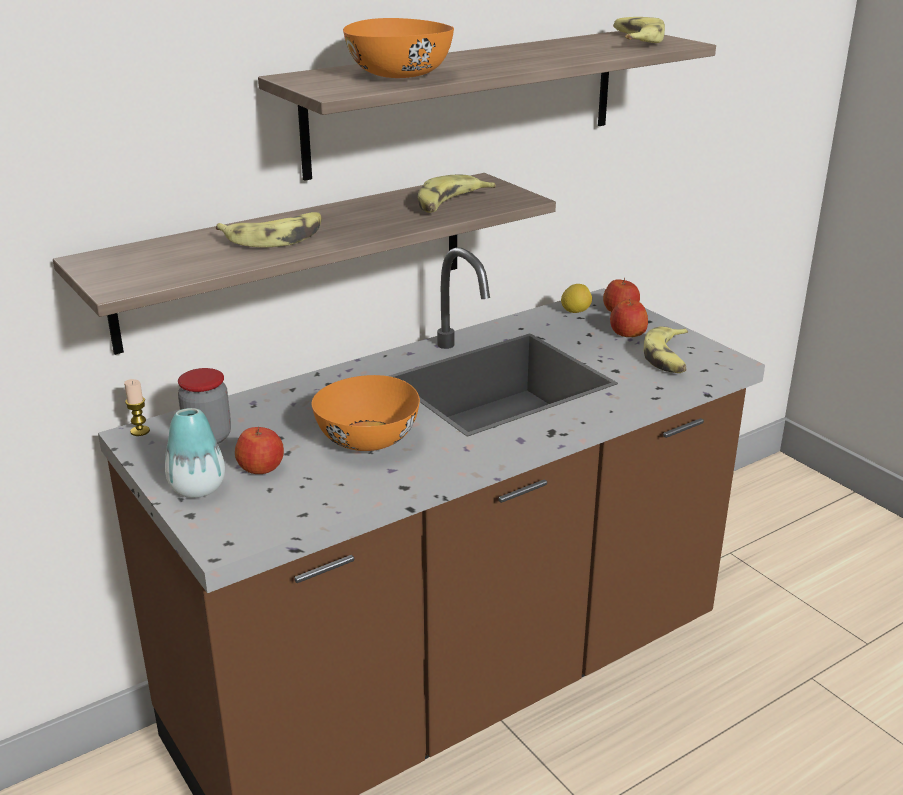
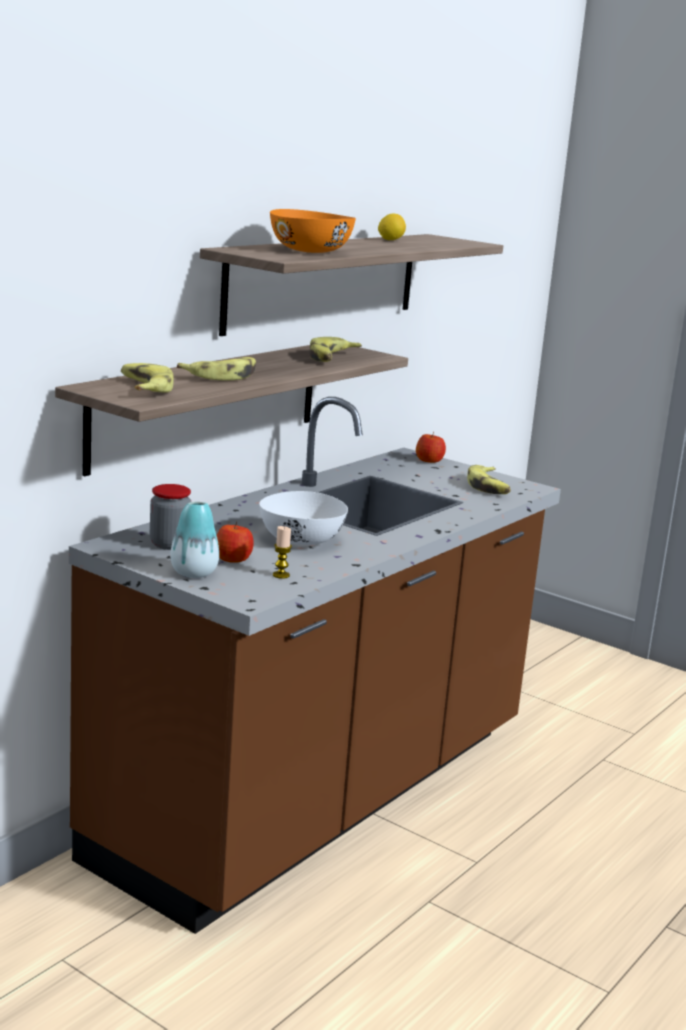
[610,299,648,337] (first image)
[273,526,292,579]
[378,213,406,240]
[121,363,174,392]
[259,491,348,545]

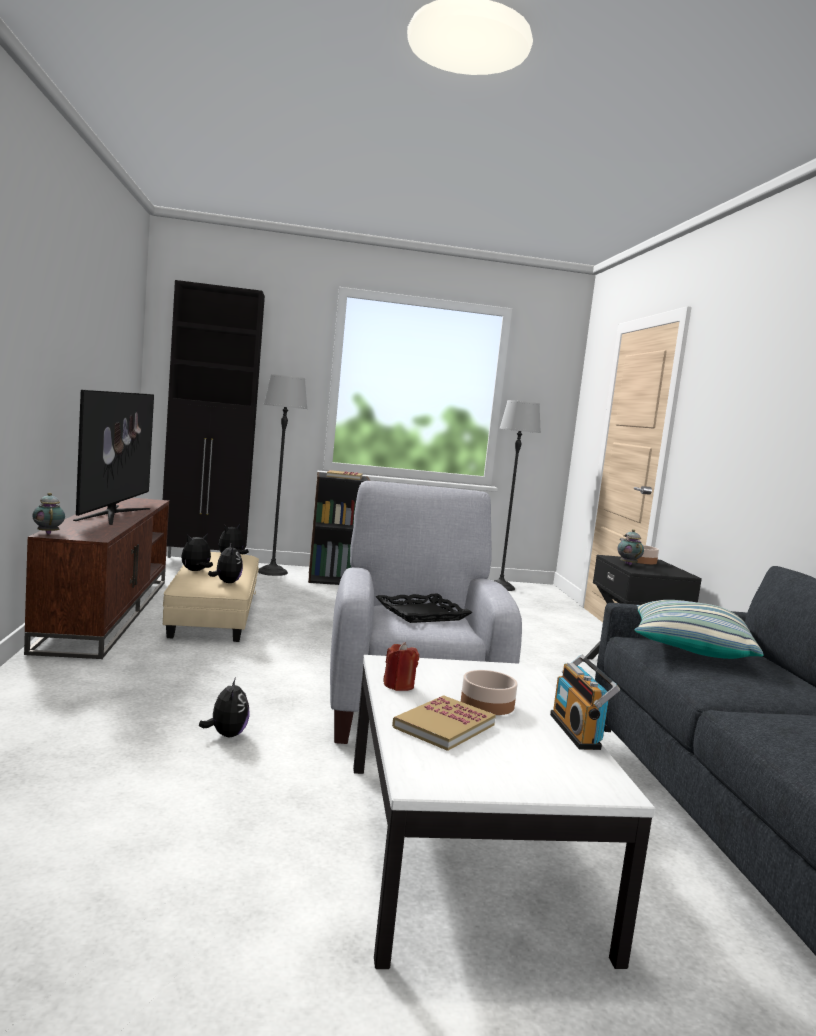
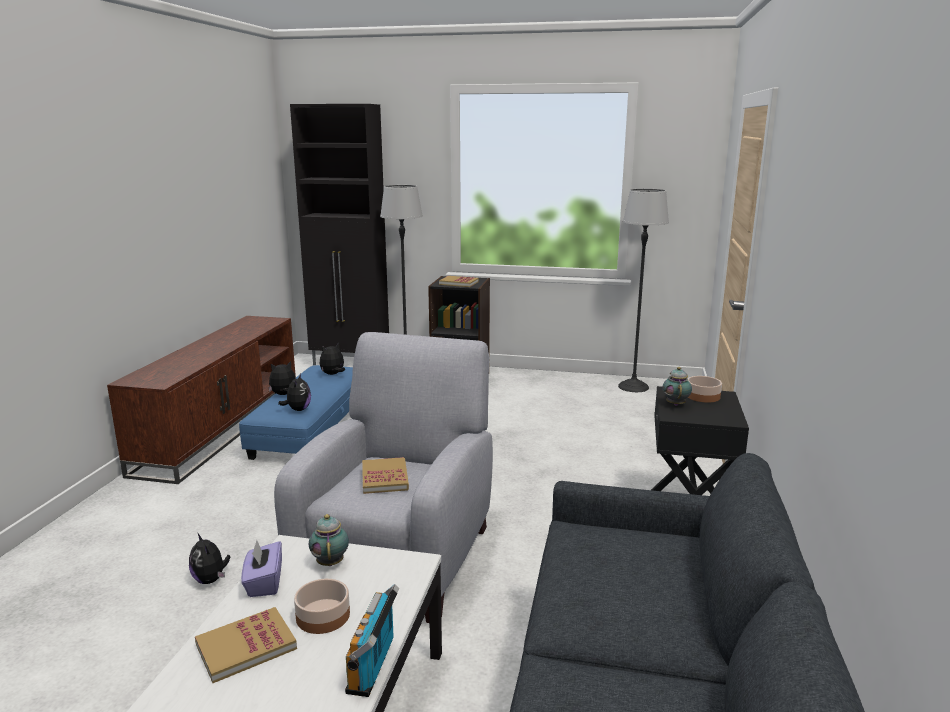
[73,390,154,525] (first image)
[635,600,764,659] (first image)
[309,514,349,566]
[362,457,409,494]
[241,540,282,597]
[239,365,353,460]
[189,533,230,584]

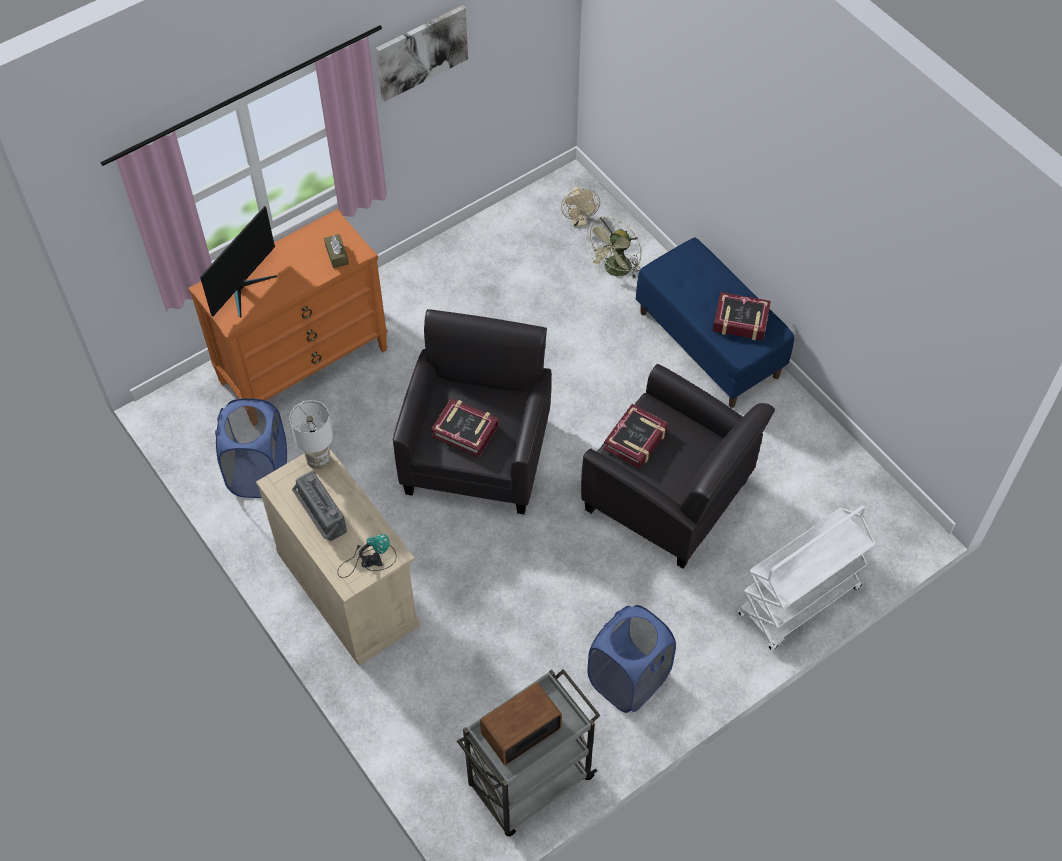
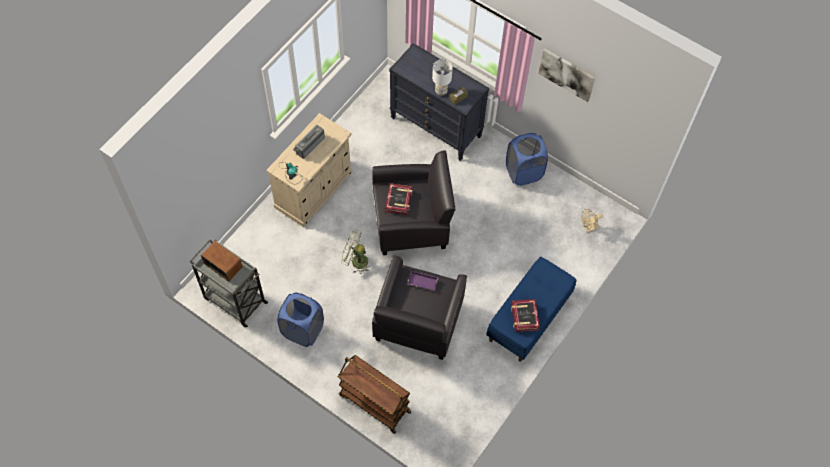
[200,206,277,317] (first image)
[506,133,548,186]
[432,59,453,96]
[341,229,371,274]
[407,271,439,290]
[389,43,489,161]
[338,355,411,434]

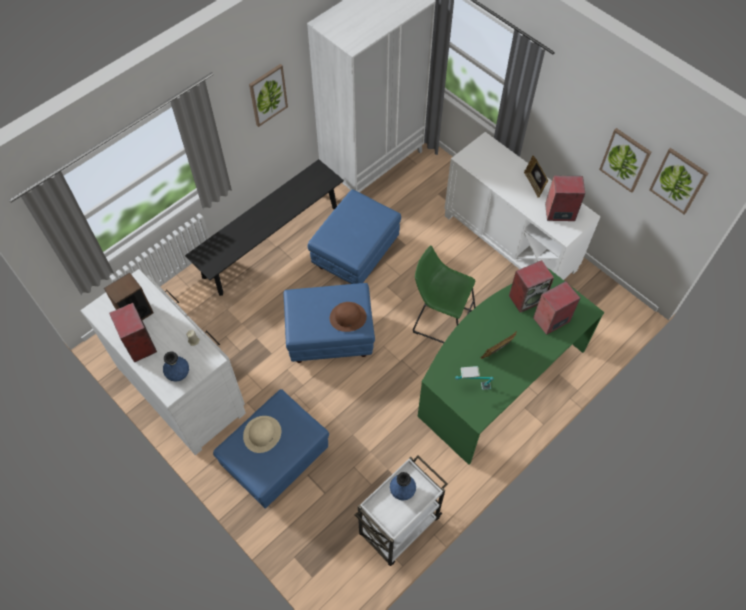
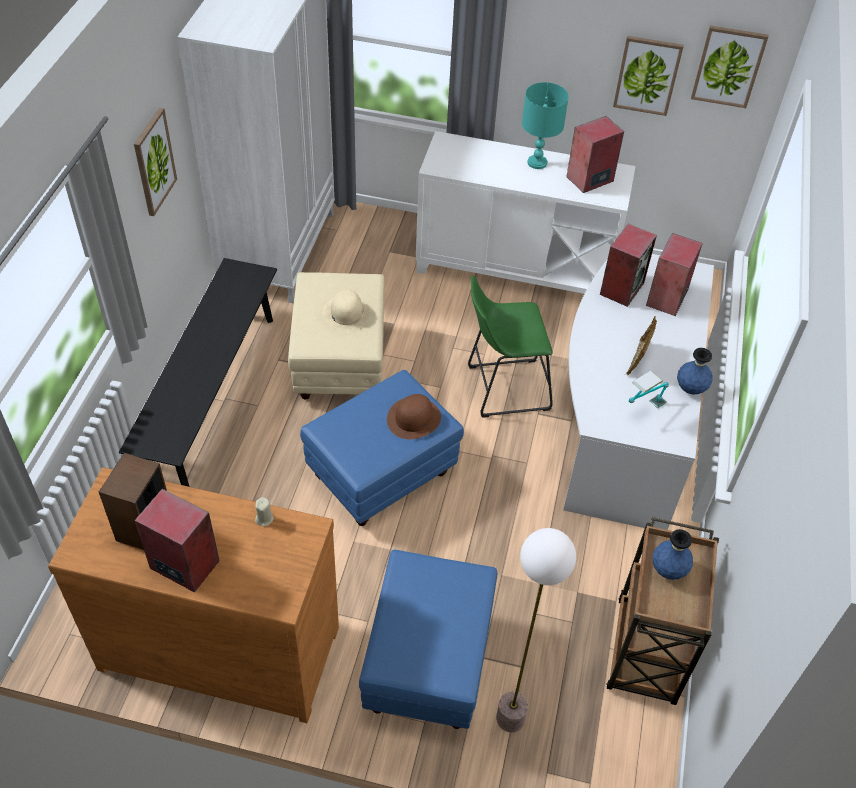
[496,528,576,732]
[677,348,713,394]
[323,289,371,333]
[522,82,569,169]
[48,467,339,723]
[288,272,385,399]
[606,517,719,705]
[563,254,714,530]

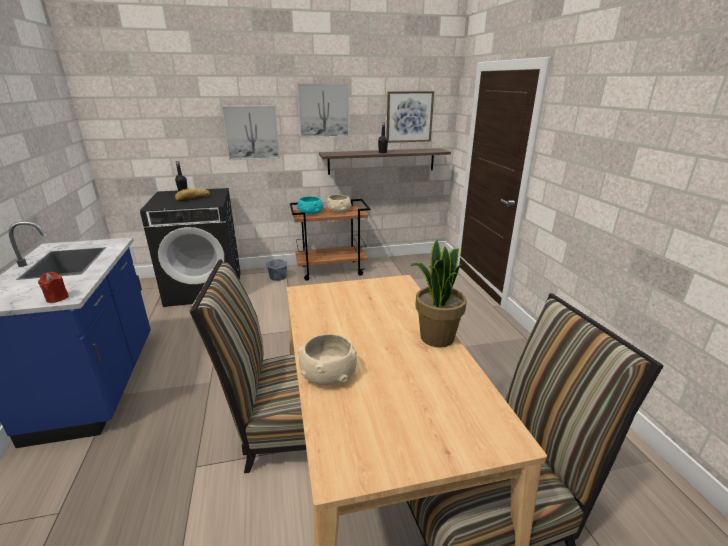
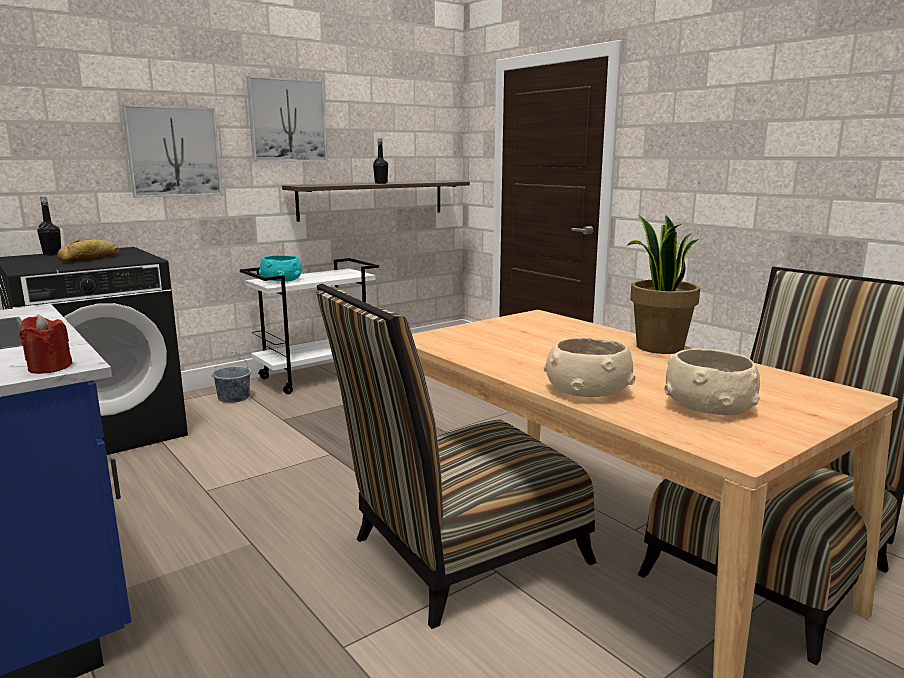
[386,91,434,143] (first image)
[664,349,760,415]
[240,258,379,394]

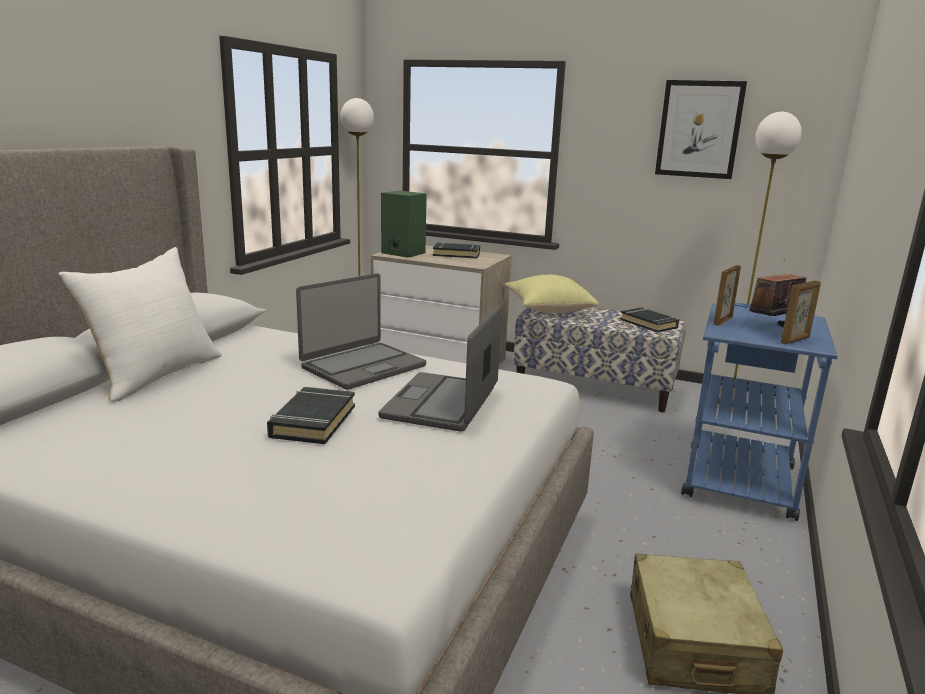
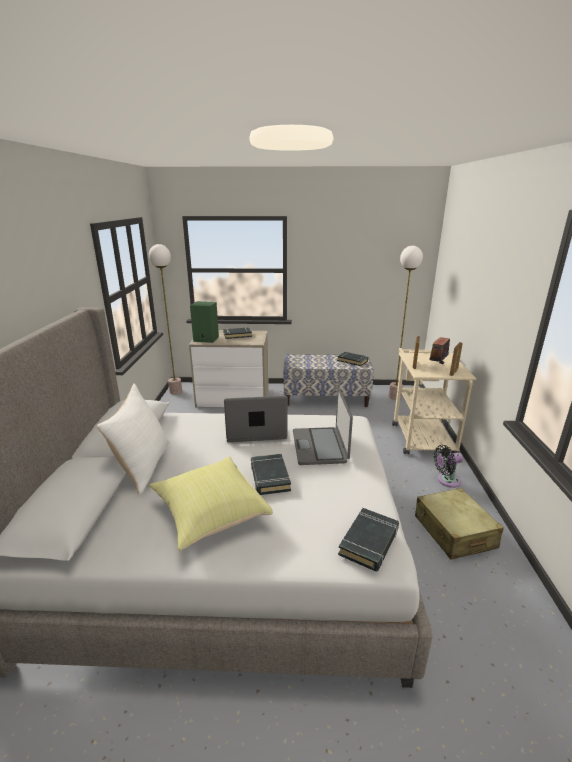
[655,80,747,179] (first image)
[338,508,399,572]
[434,445,463,488]
[149,456,273,551]
[392,348,476,454]
[224,396,288,442]

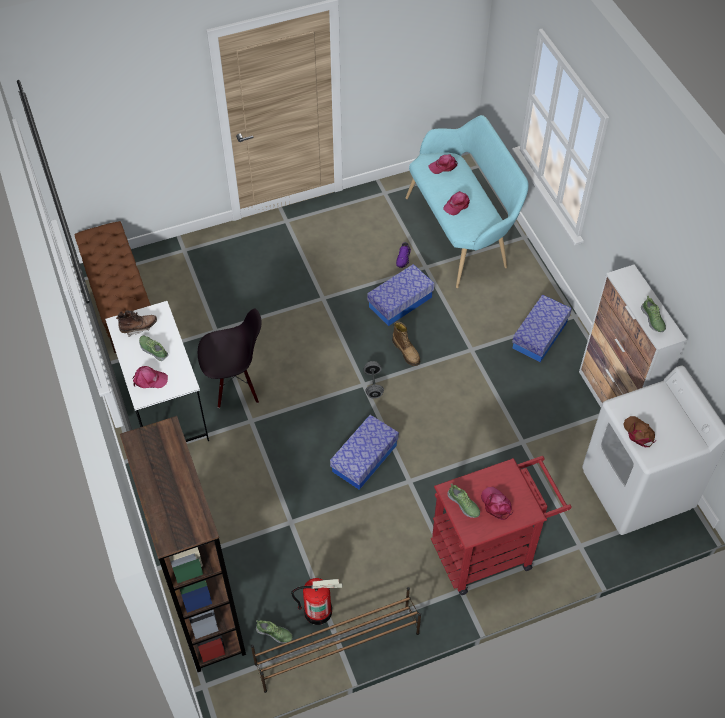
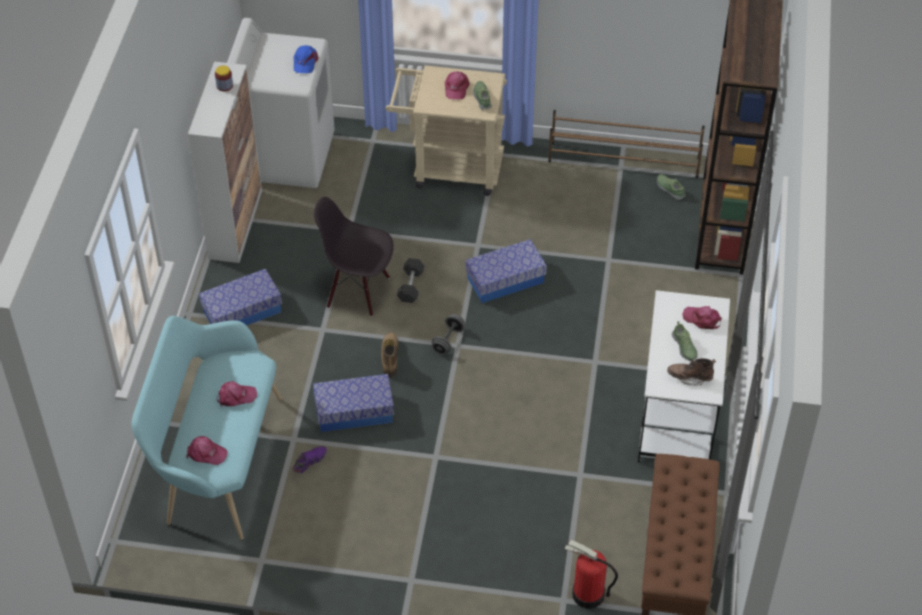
[397,258,424,303]
[314,197,394,317]
[564,540,618,609]
[215,66,233,91]
[386,66,507,196]
[294,45,319,73]

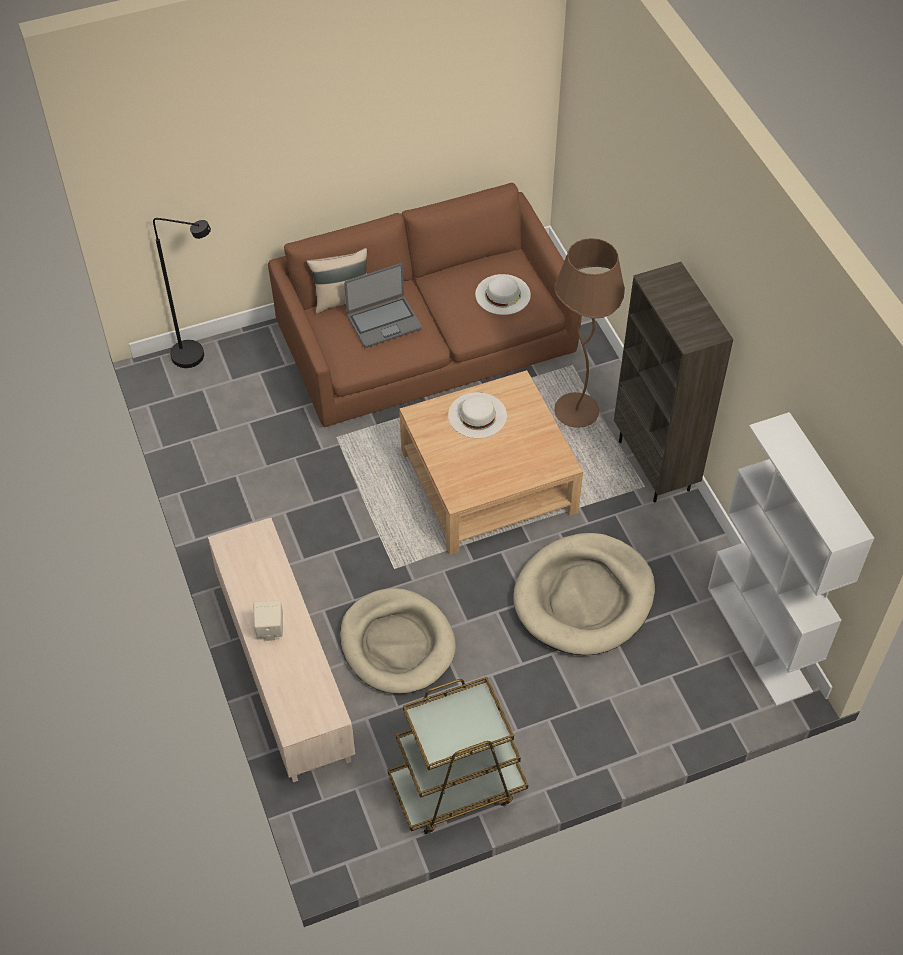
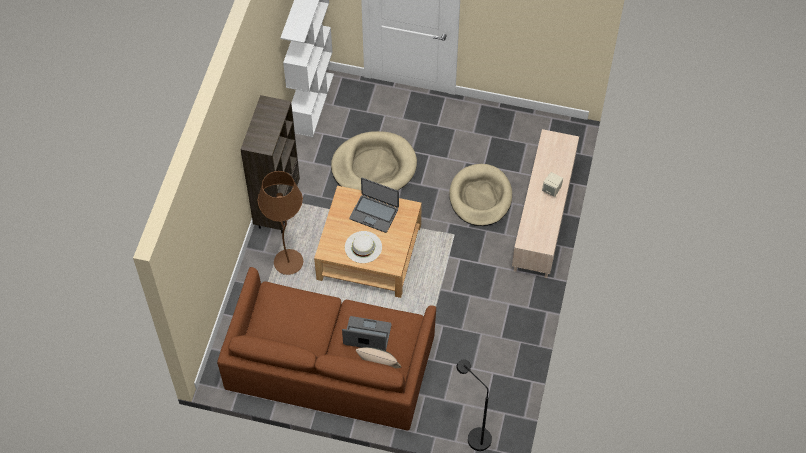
[388,677,528,834] (first image)
[475,274,531,315] (first image)
[349,178,399,233]

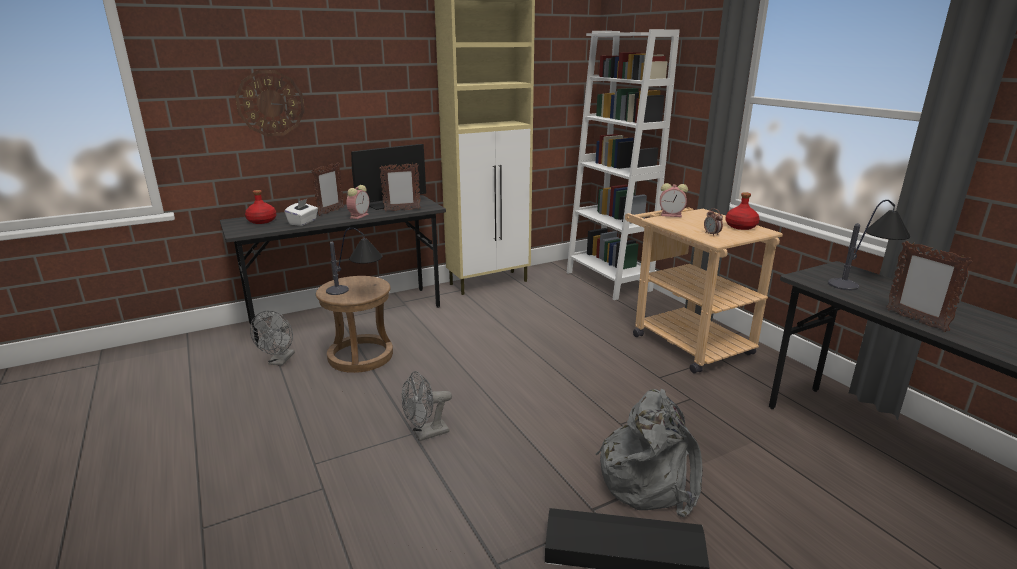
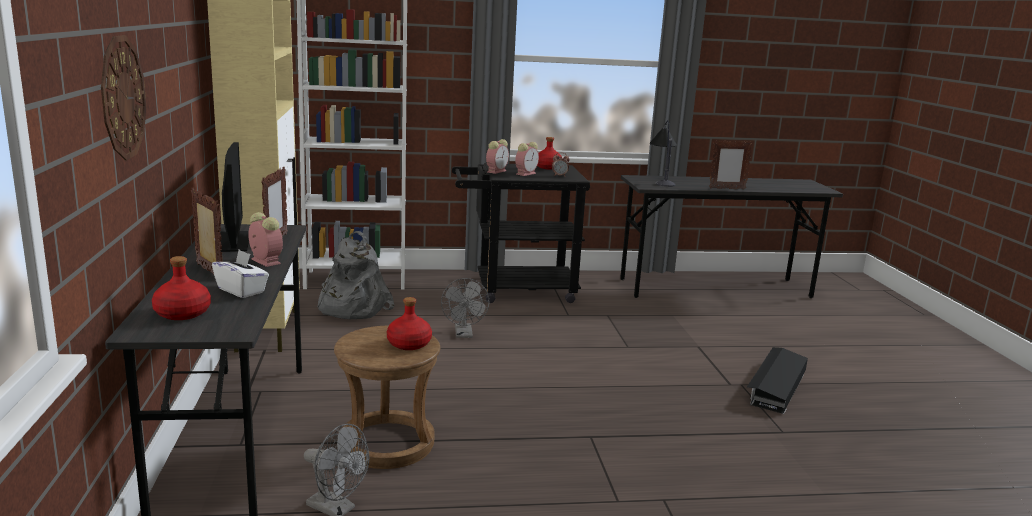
[515,142,539,176]
[441,278,489,338]
[317,231,394,319]
[387,297,432,350]
[452,163,590,303]

